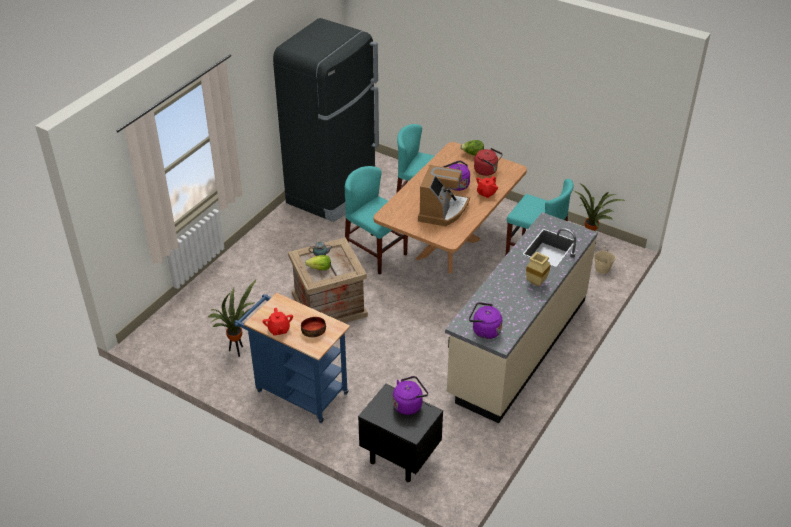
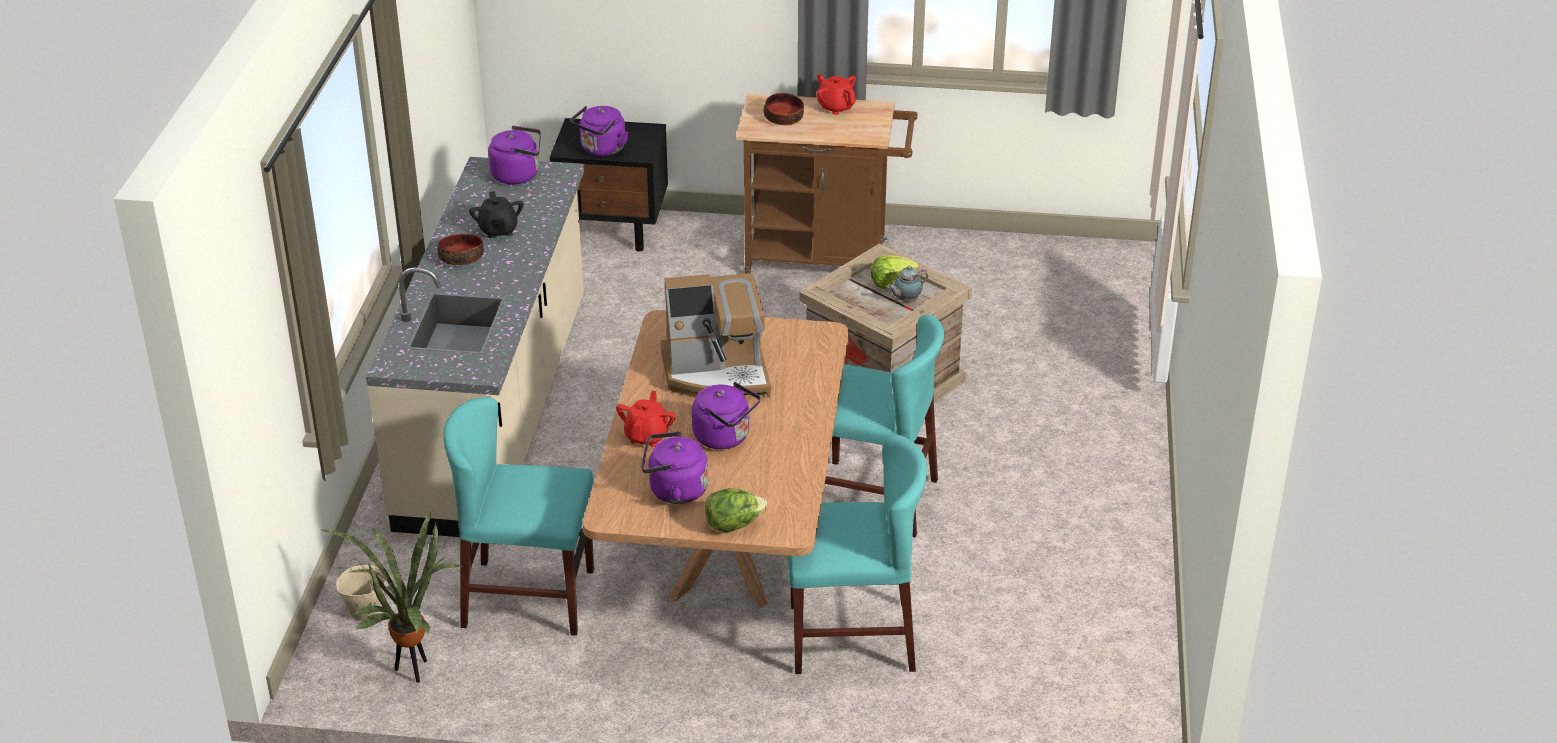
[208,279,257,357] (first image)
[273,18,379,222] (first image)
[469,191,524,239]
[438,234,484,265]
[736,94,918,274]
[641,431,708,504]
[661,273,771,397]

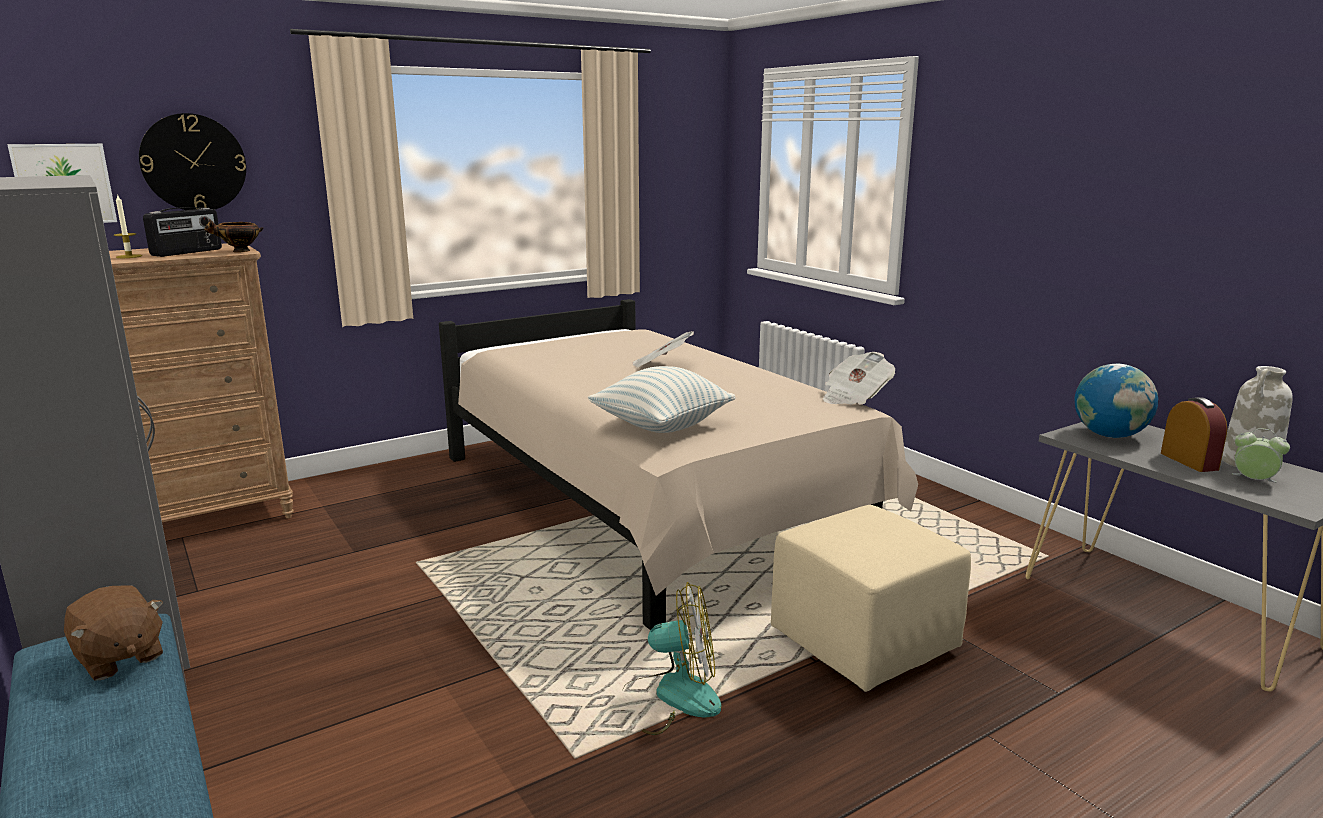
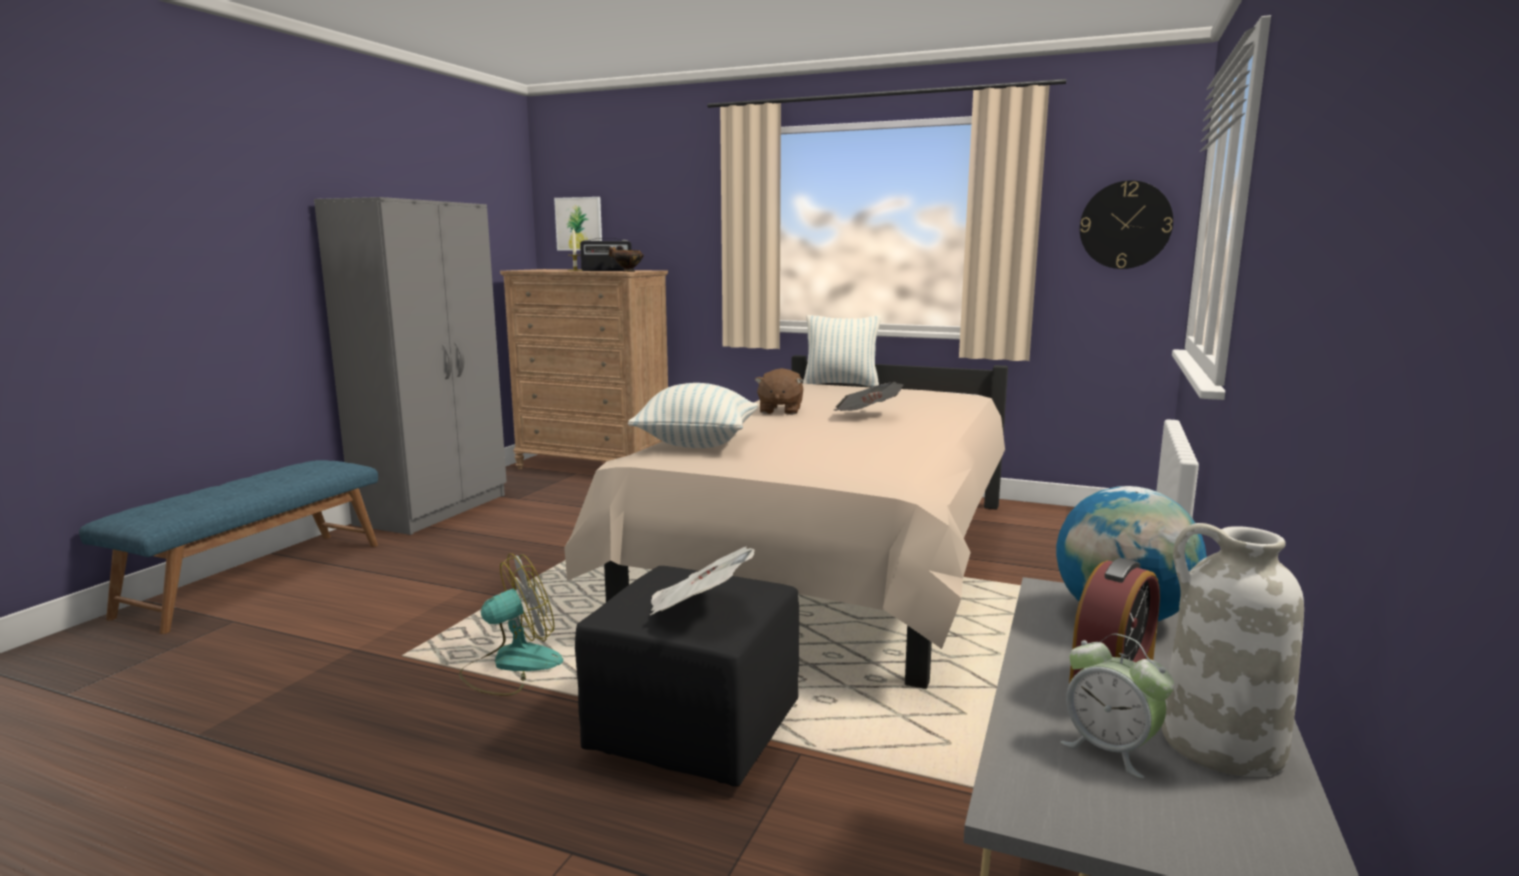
[803,315,881,387]
[755,368,803,415]
[1080,180,1173,269]
[650,547,755,615]
[575,566,799,786]
[459,553,563,696]
[1061,634,1174,779]

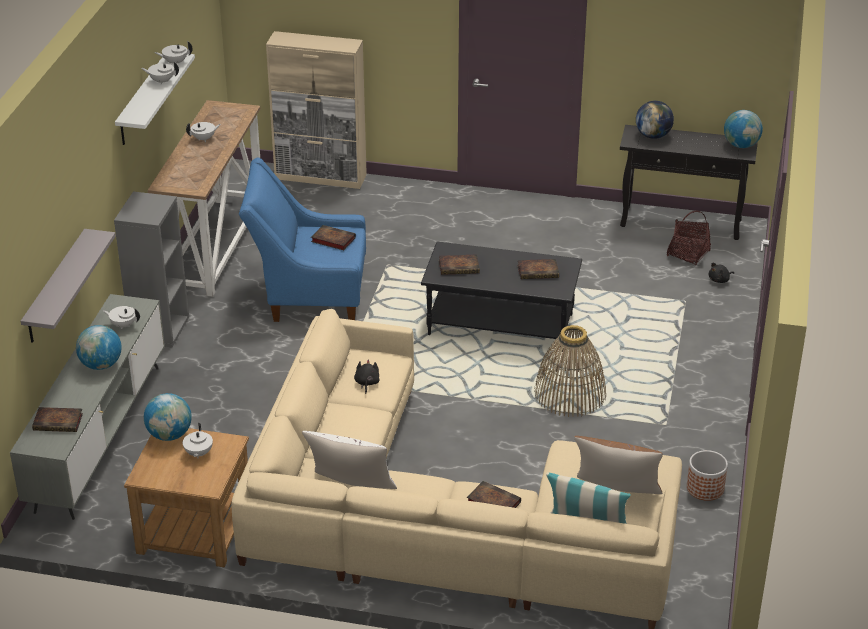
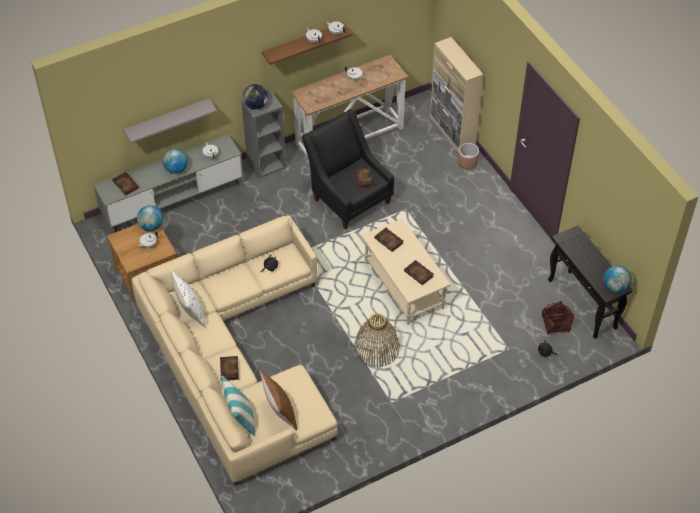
[243,84,268,110]
[458,143,479,169]
[262,23,352,65]
[302,109,394,229]
[361,218,451,325]

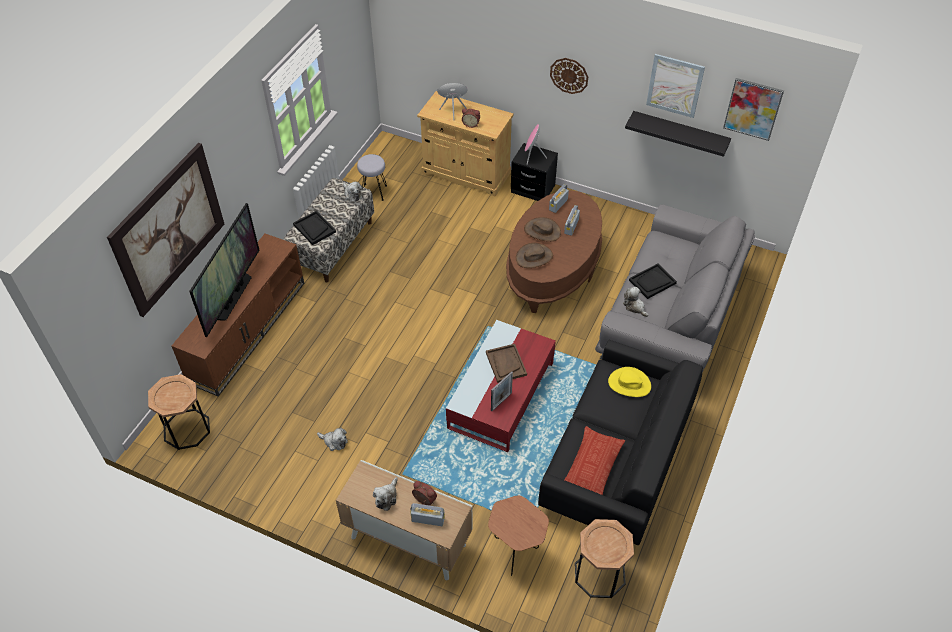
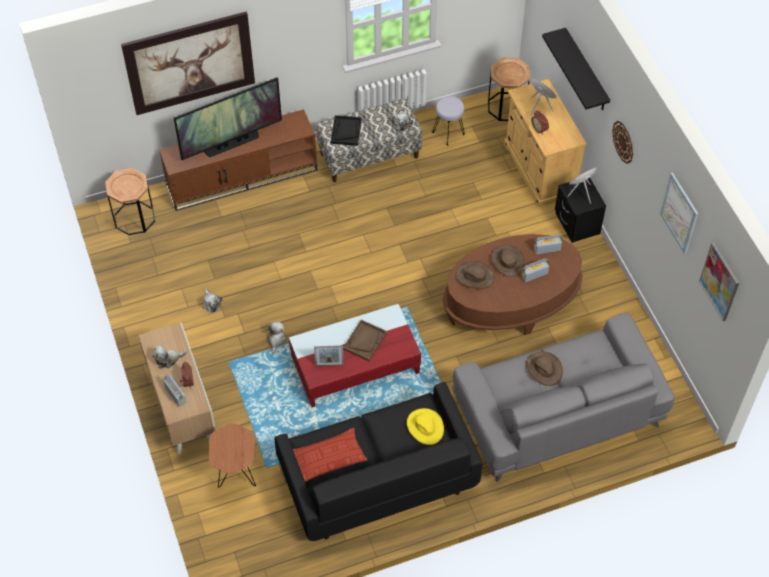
[488,58,530,121]
[266,321,286,354]
[542,28,610,110]
[526,351,563,386]

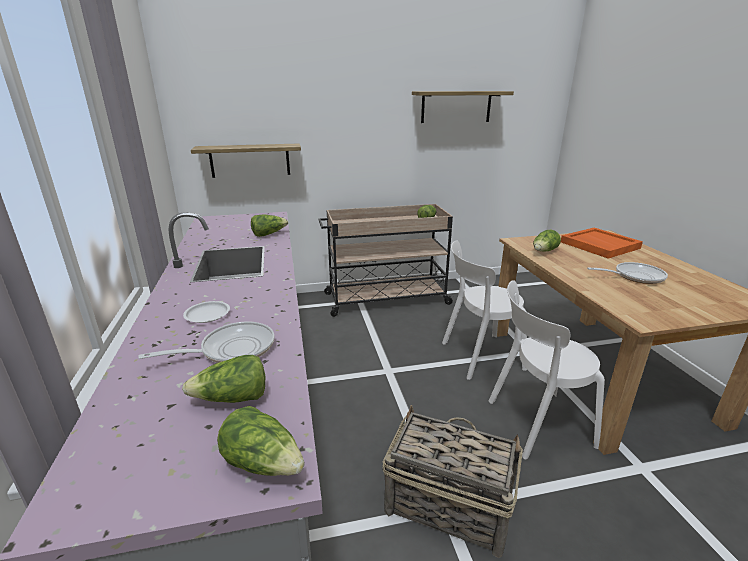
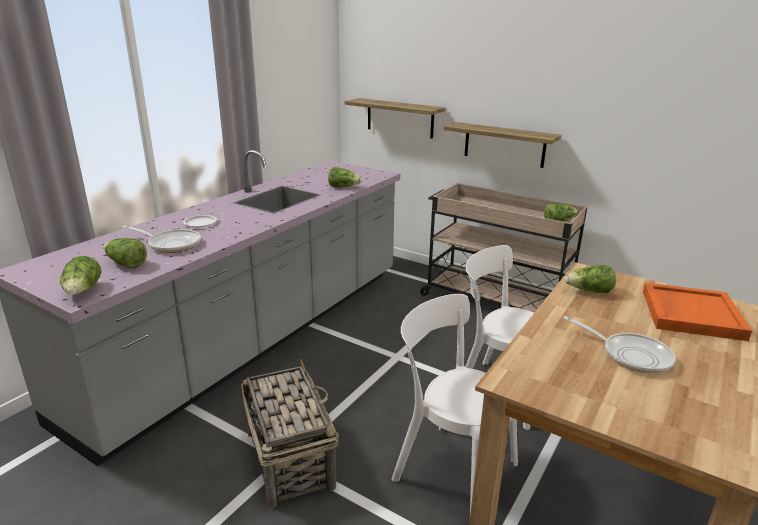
[444,122,561,168]

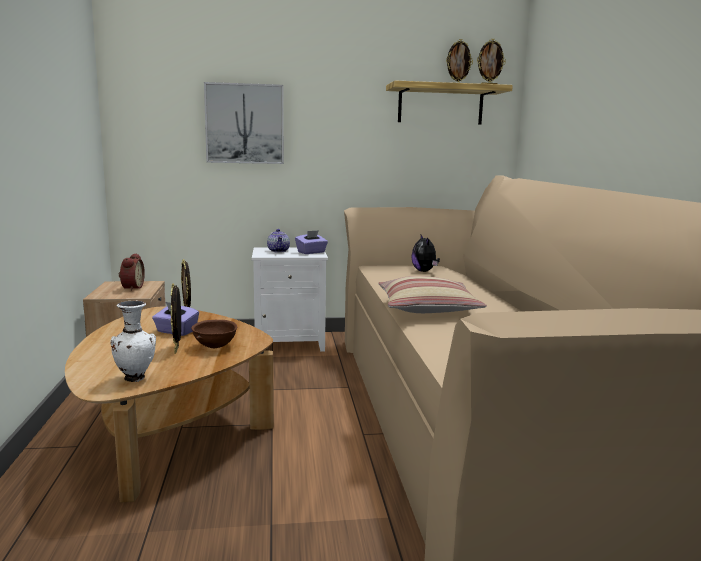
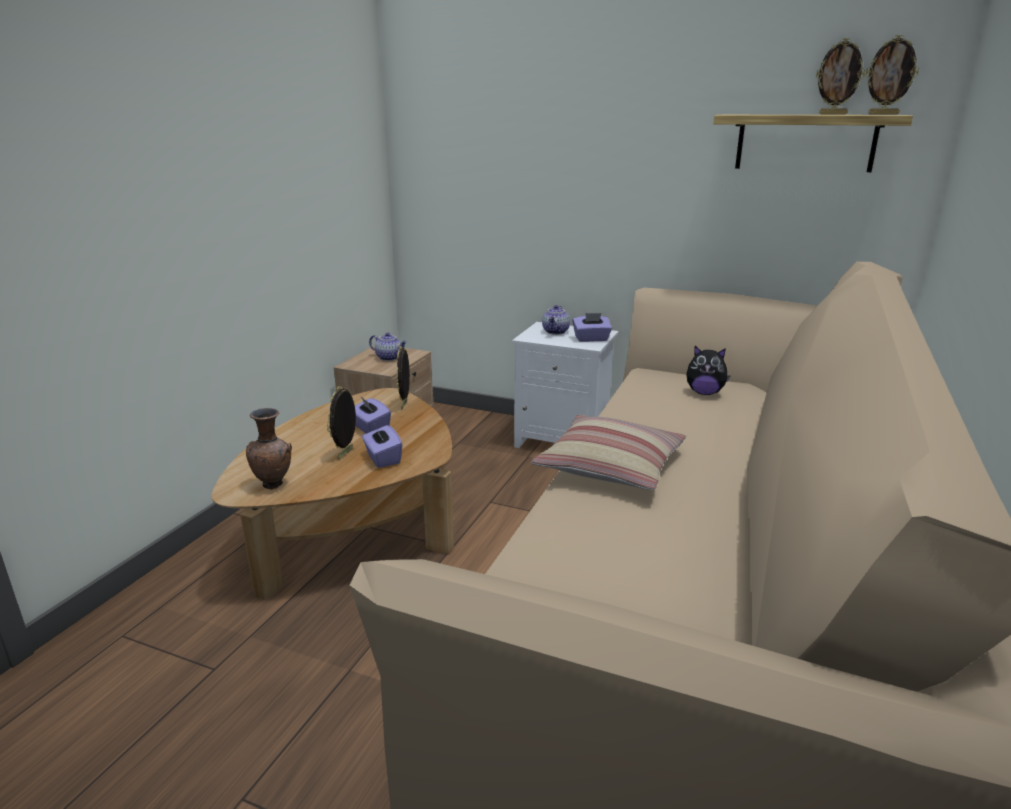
[204,82,284,164] (first image)
[369,333,407,361]
[362,424,403,468]
[246,408,292,490]
[686,346,731,395]

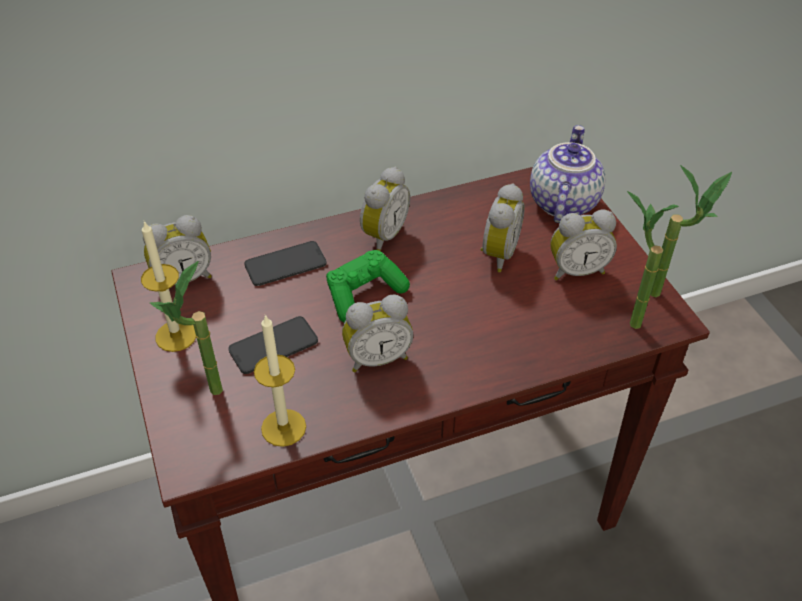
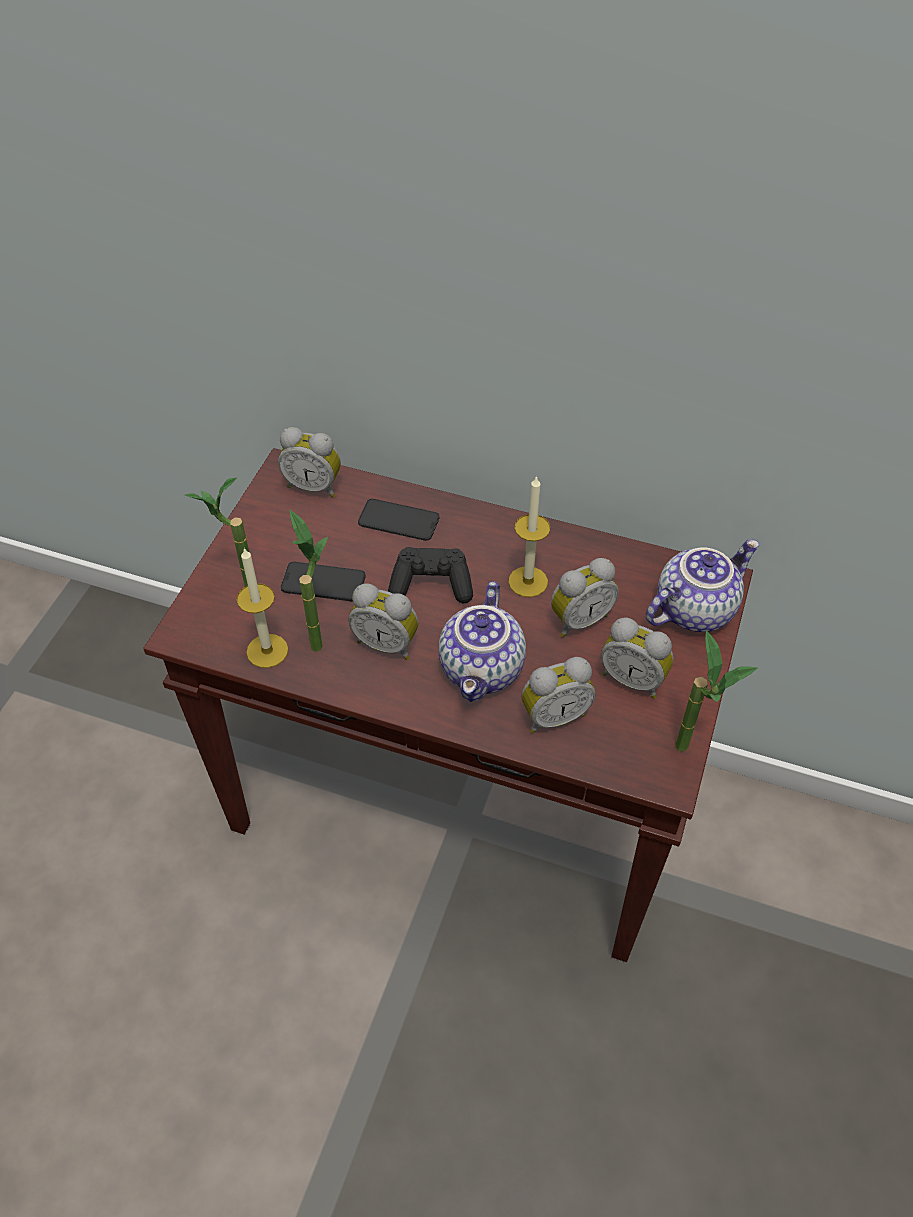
[439,581,526,702]
[508,476,550,597]
[521,657,596,733]
[290,510,328,652]
[388,547,473,603]

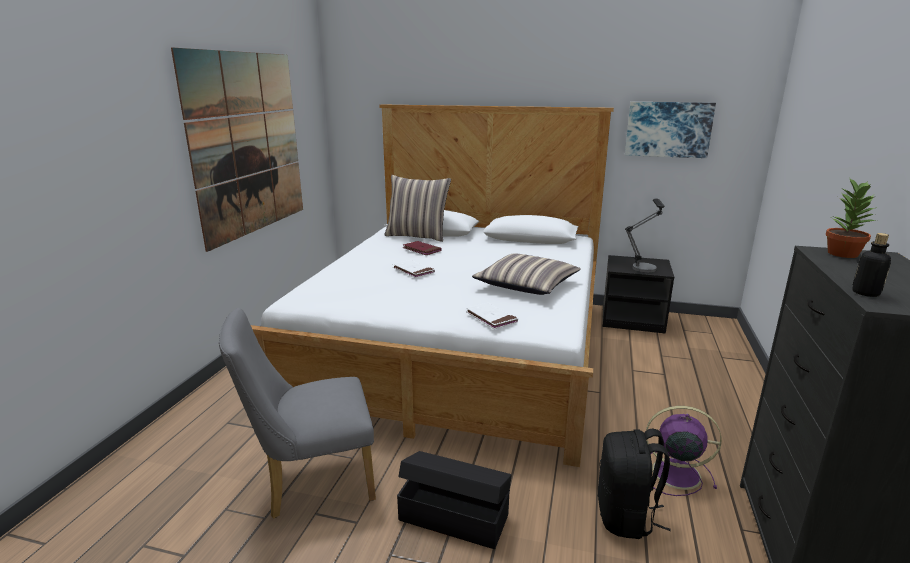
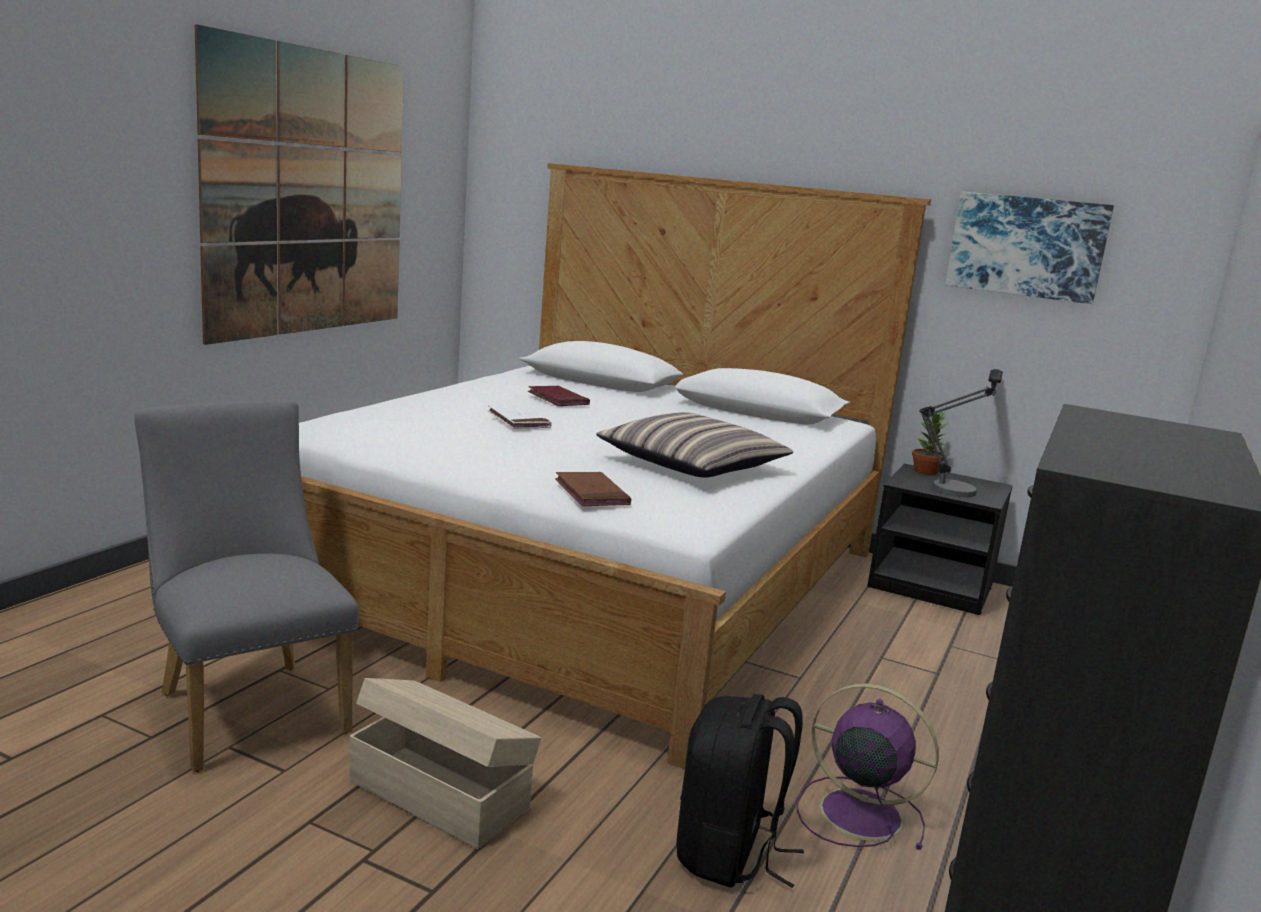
[384,175,451,242] (first image)
[852,233,891,297] (first image)
[912,410,948,475]
[349,678,541,849]
[555,472,631,506]
[134,400,359,772]

